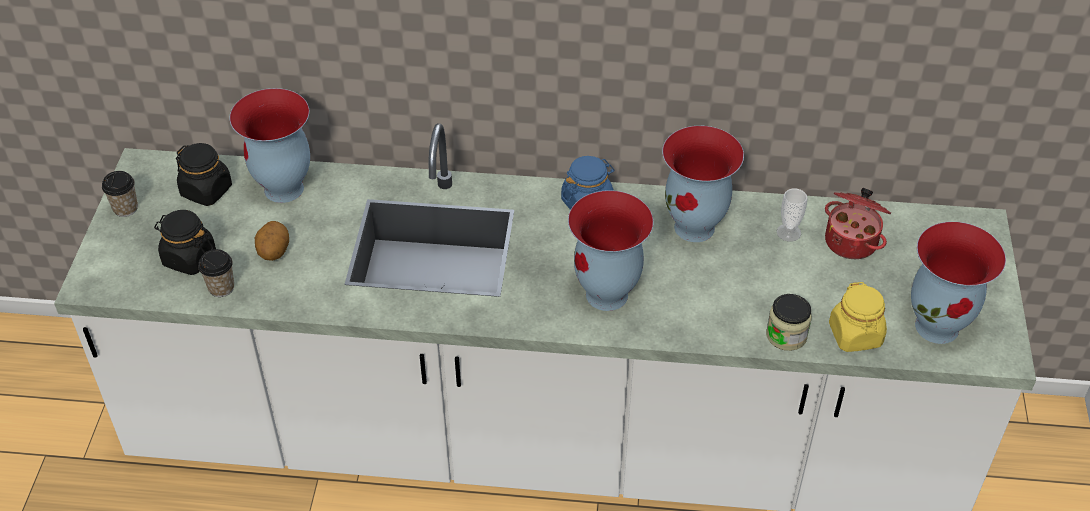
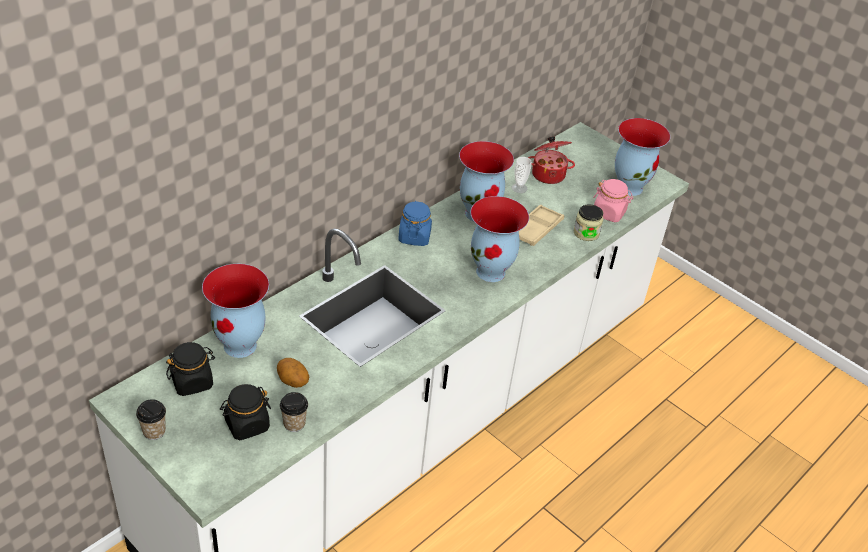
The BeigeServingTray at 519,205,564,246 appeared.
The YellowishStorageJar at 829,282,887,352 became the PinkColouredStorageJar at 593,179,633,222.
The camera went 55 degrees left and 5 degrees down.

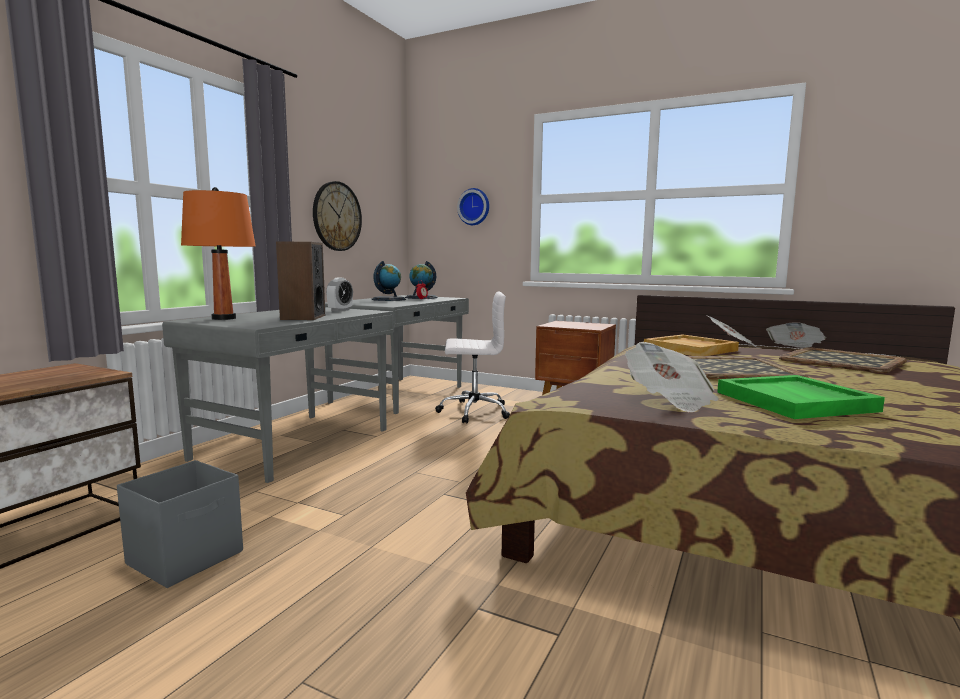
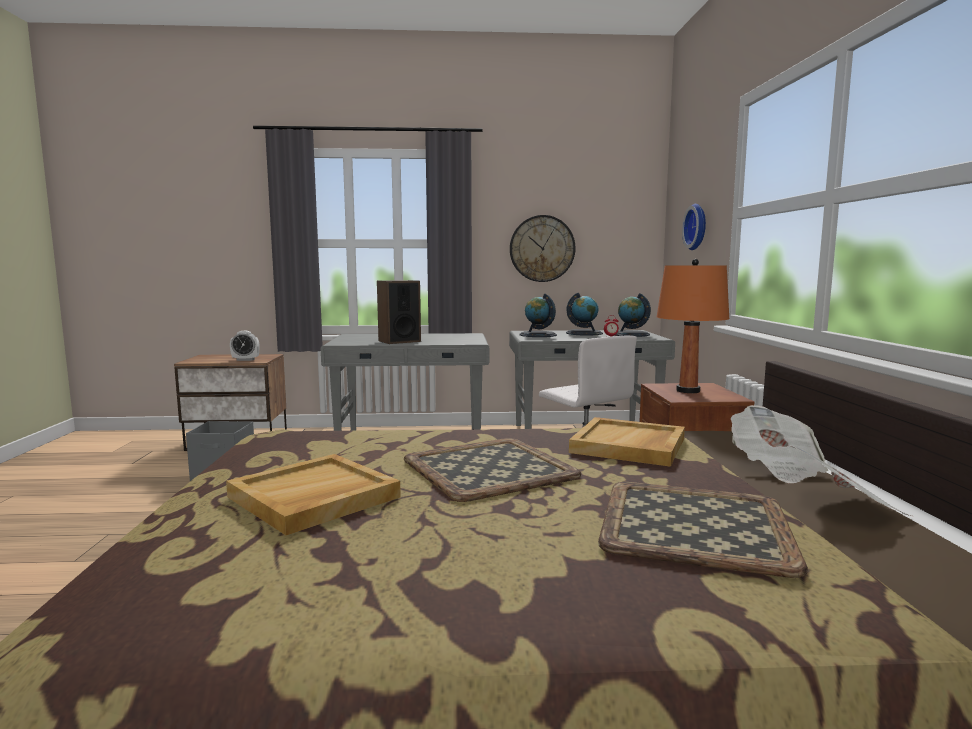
The PrintedPaper at 625,342,719,412 disappeared.
The Globe at 520,294,557,337 appeared.
The OrangeTableLamp moved from 181,187,255,320 to 657,259,729,393.
The TableClock moved from 326,278,353,312 to 230,331,259,361.
The GreenServingTray at 717,375,885,419 became the BeigeServingTray at 226,454,401,535.
The camera went 60 degrees right and 0 degrees up.

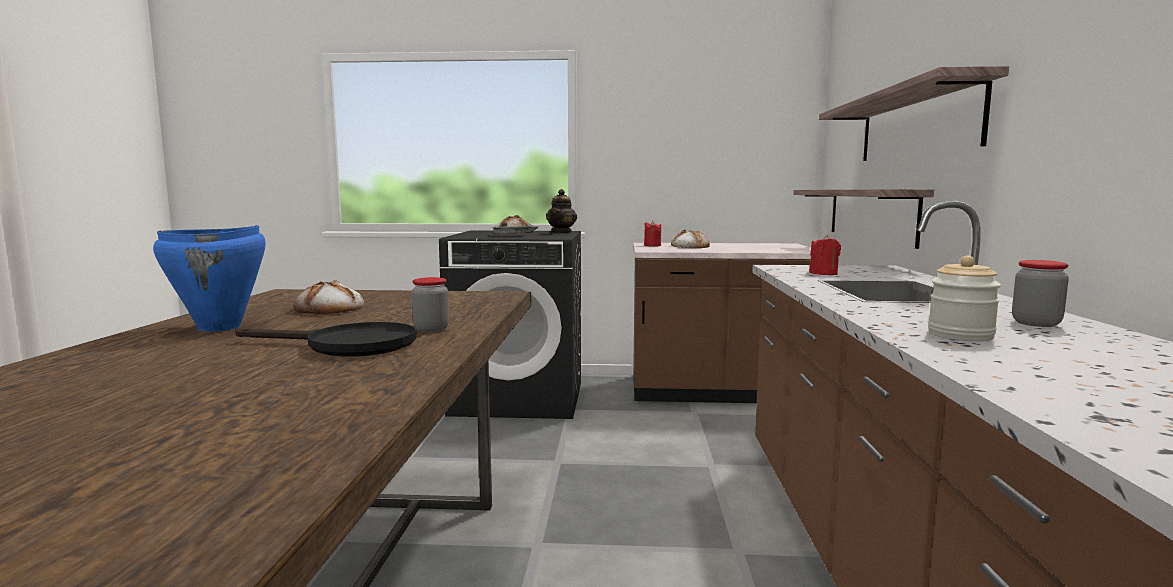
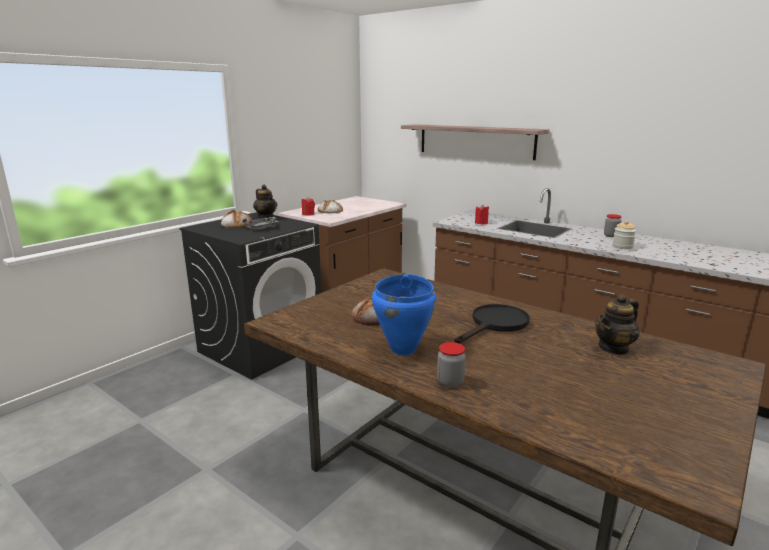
The Shelf at 793,189,934,249 disappeared.
The Teapot at 595,294,639,355 appeared.
The StorageJar moved from 412,277,449,332 to 437,342,466,388.
The camera went 55 degrees left and 10 degrees up.

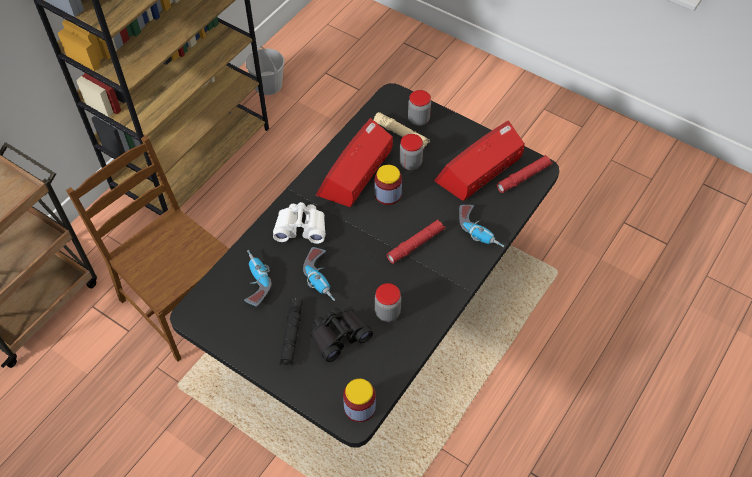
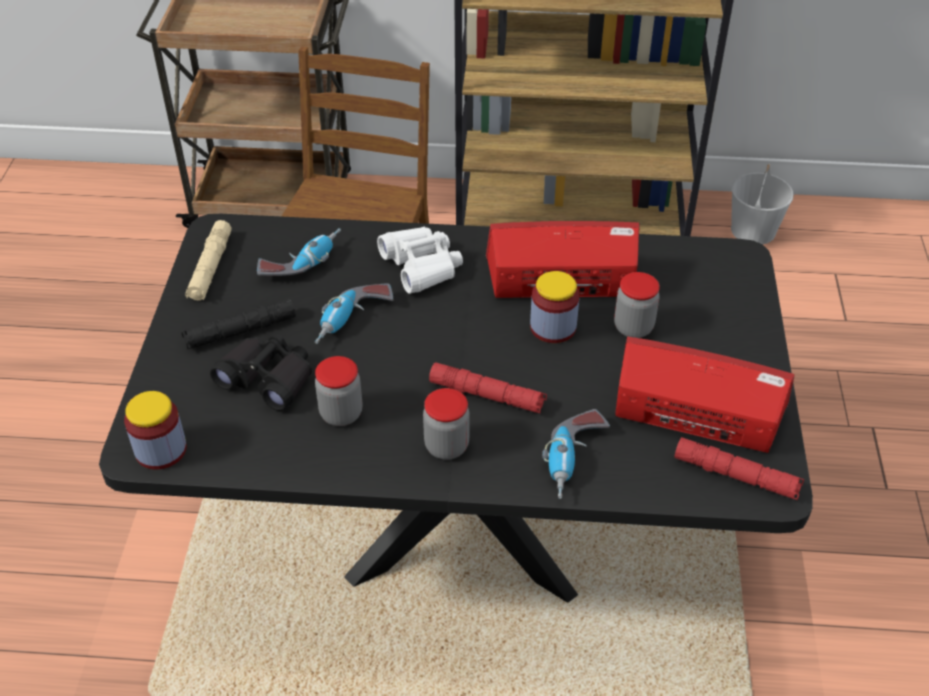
The BeigeFlashlight moved from 374,112,430,149 to 185,220,232,301.
The StorageJar moved from 408,90,431,126 to 423,388,470,460.
The camera went 60 degrees right and 10 degrees down.

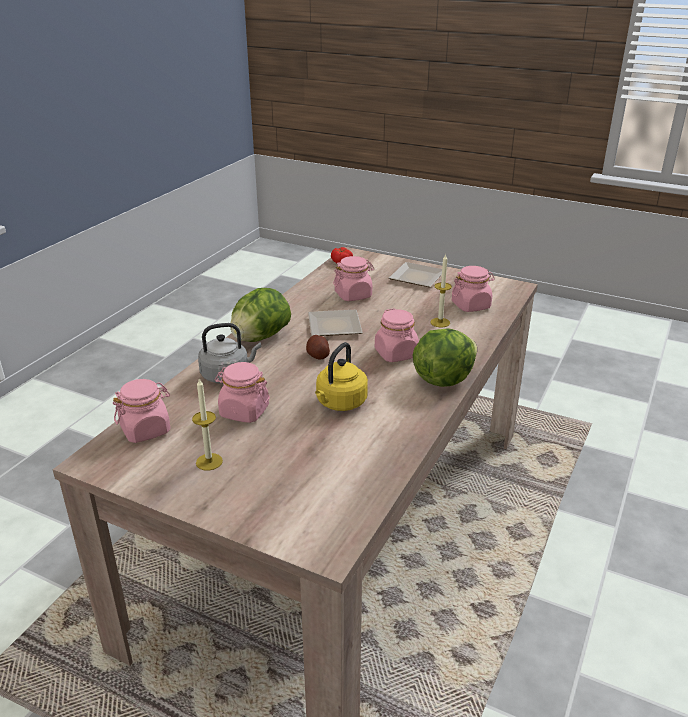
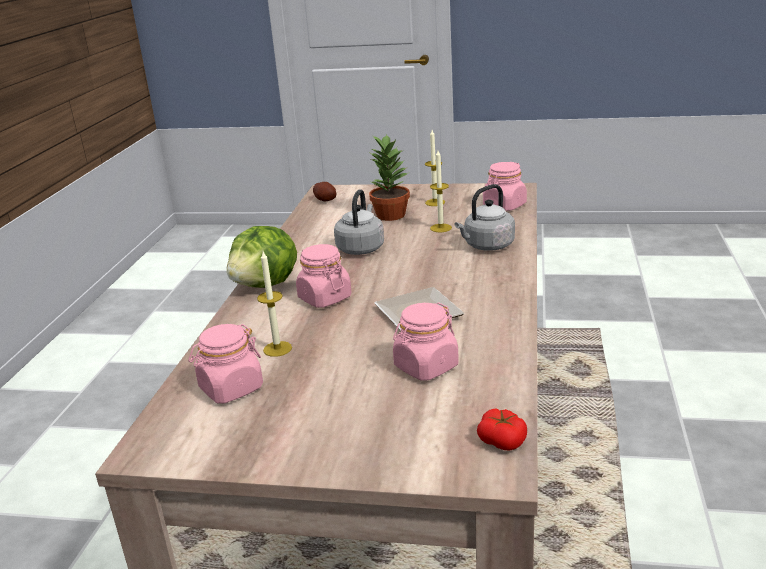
The LettuceHead at 230,288,291,342 disappeared.
The Plate at 389,262,442,287 disappeared.
The Houseplant at 369,135,410,221 appeared.
The Potato moved from 306,335,330,359 to 313,182,336,201.
The PinkColouredStorageJar at 215,362,270,423 was replaced by the WaxLight at 430,150,452,232.
The YellowishKettle at 315,342,368,411 became the GrayKettle at 334,189,384,255.
The camera went 165 degrees right and 5 degrees down.

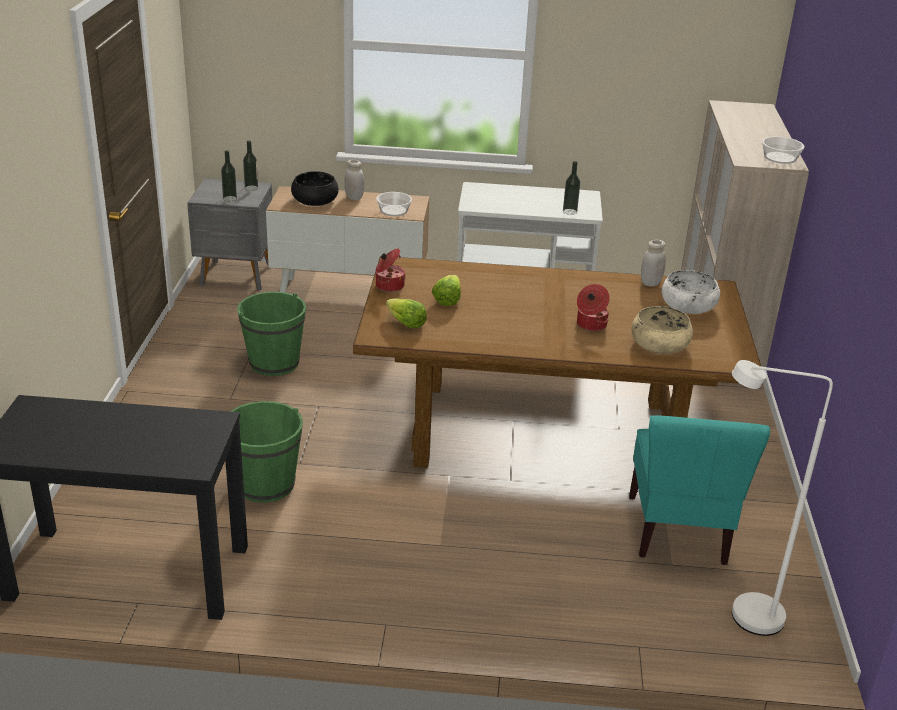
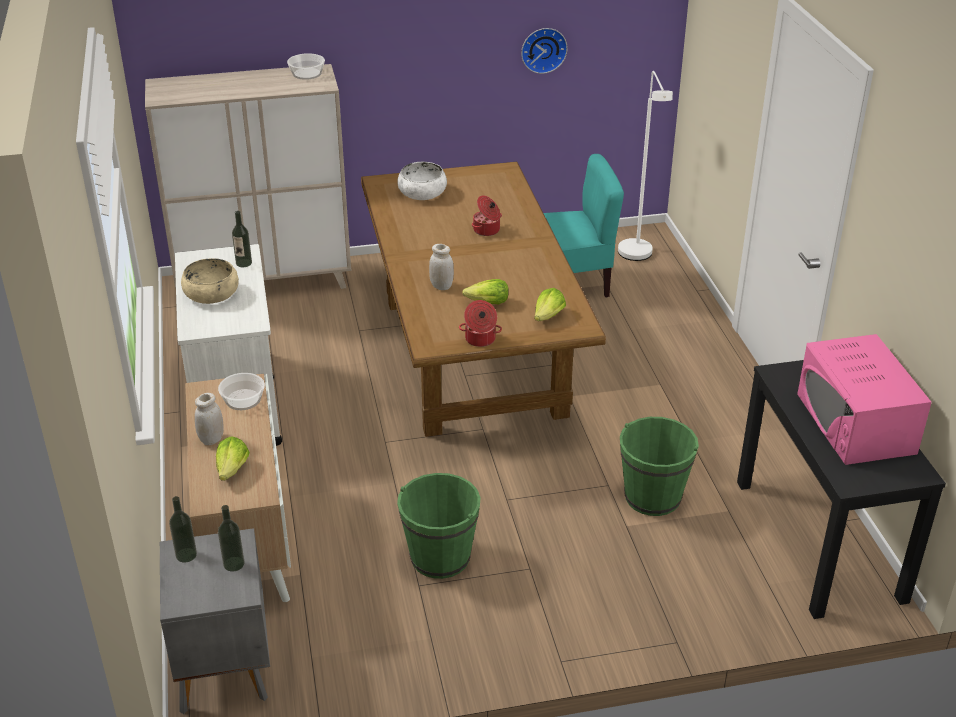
The WallClock at 521,28,568,74 appeared.
The PinkColouredMicrowaveOven at 797,334,932,465 appeared.
The BeigeDeepDish moved from 631,306,693,354 to 181,258,239,304.
The WhiteColouredStorageJar moved from 641,240,666,286 to 429,244,454,290.
The BlackDeepDish at 291,171,339,206 was replaced by the LettuceHead at 216,436,250,481.
The camera went 105 degrees left and 5 degrees up.

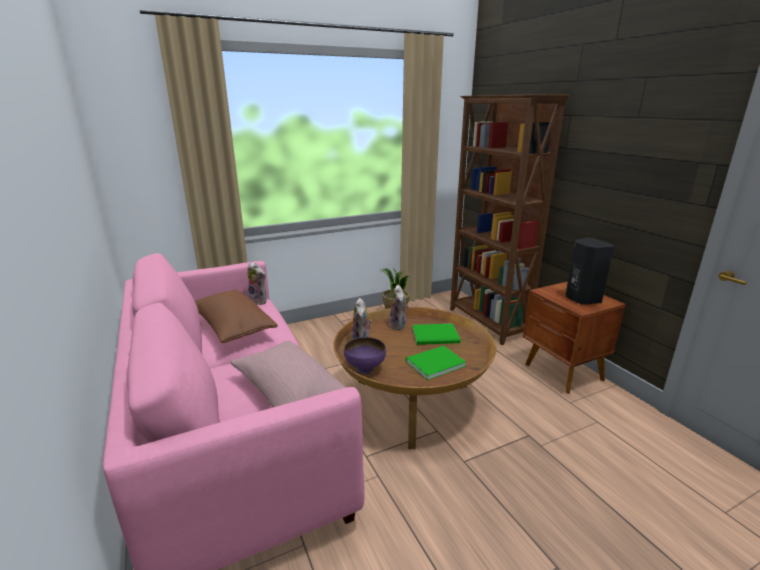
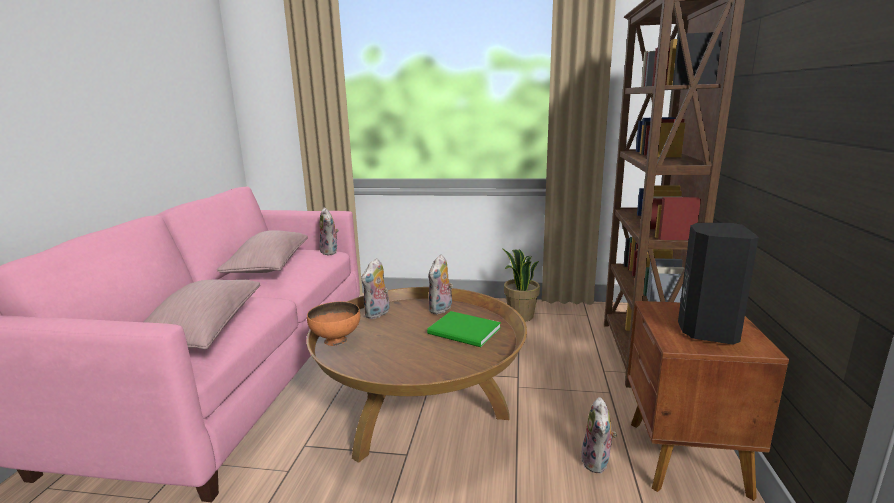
The GreenBoundBook at 406,346,466,380 disappeared.
The CuddlyToy at 581,397,617,473 appeared.
The BrownishThrowPillow at 195,290,278,343 became the PinkColouredThrowPillow at 217,230,308,273.
The PurpleColouredDeepDish at 344,337,386,374 became the OrangeDeepDish at 307,301,360,346.
The camera went 35 degrees right and 5 degrees down.

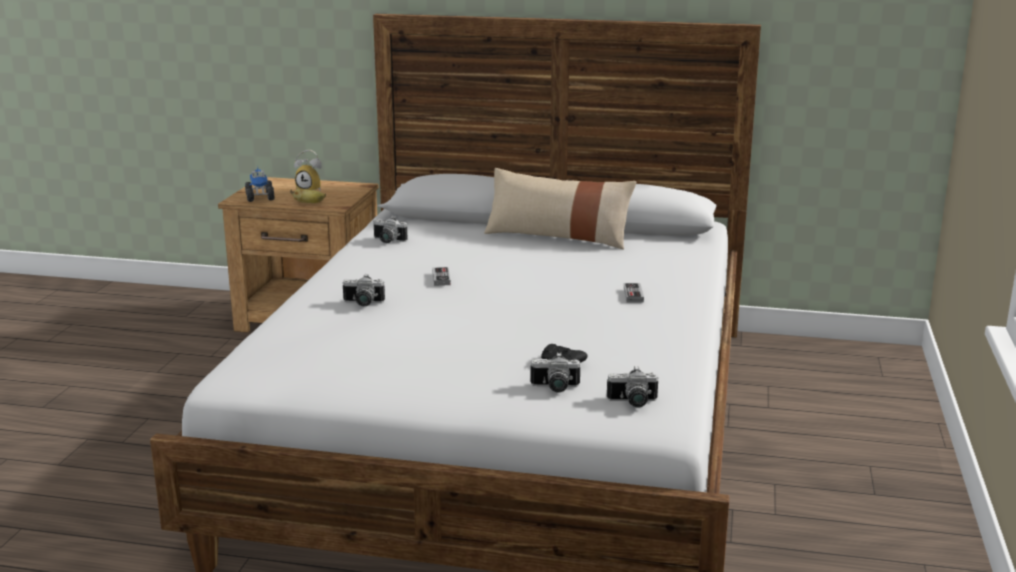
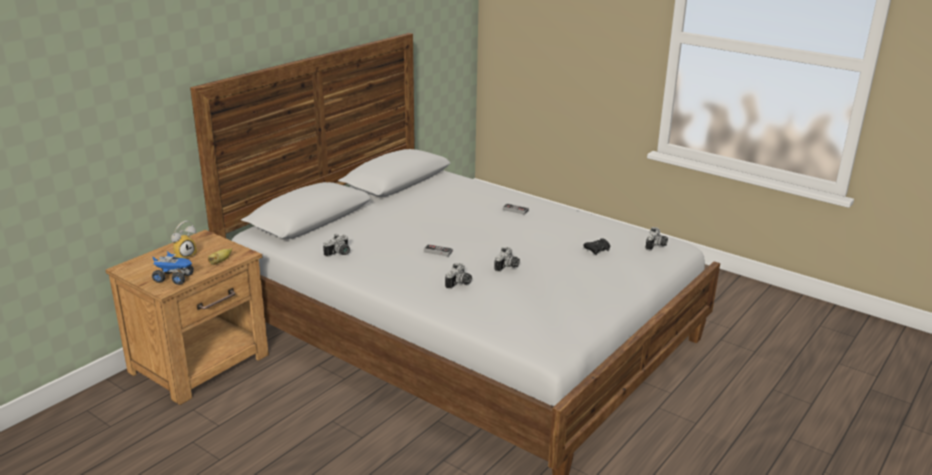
The BeigeThrowPillow at 484,168,636,250 disappeared.
The StillCamera moved from 530,352,580,393 to 494,247,520,272.
The camera went 65 degrees left and 5 degrees up.

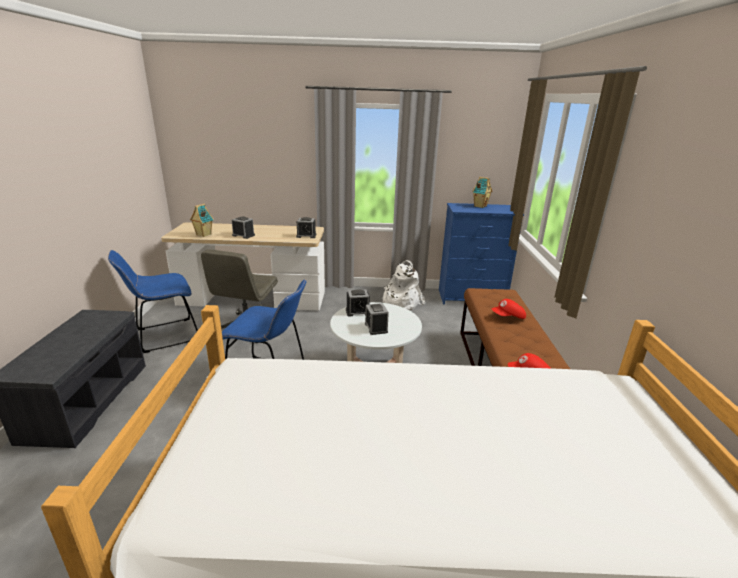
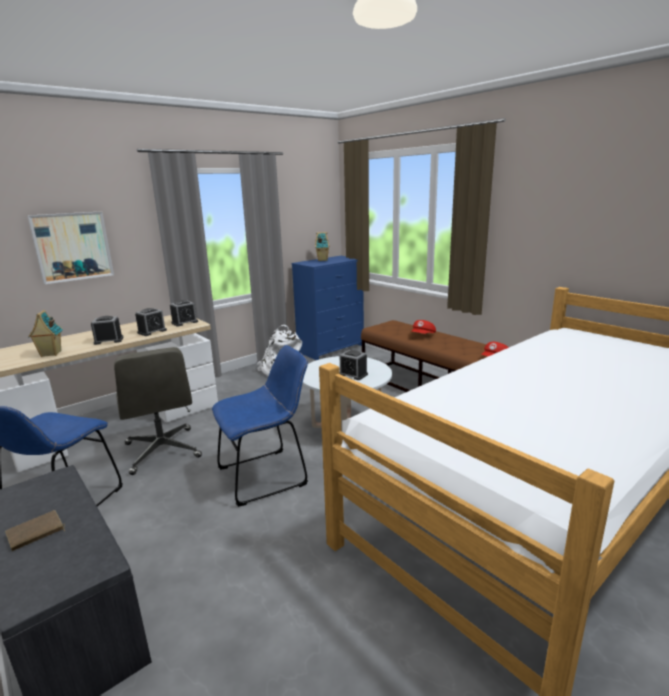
The BrownishBoundBook at 5,510,65,551 appeared.
The WallPicture at 27,211,114,284 appeared.
The TableClock moved from 346,289,370,316 to 135,308,167,336.
The camera went 40 degrees left and 5 degrees down.

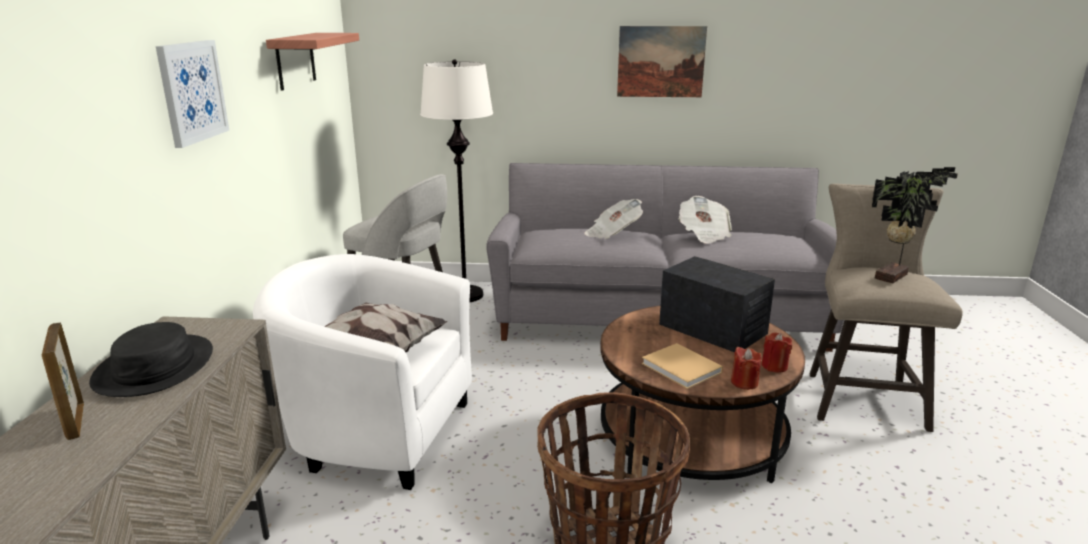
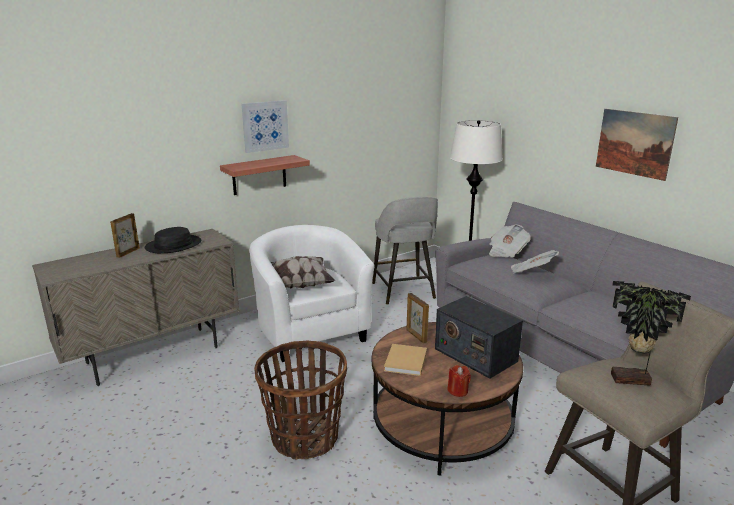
The ReddishWaxLight at 731,347,761,390 disappeared.
The PhotoFrame at 406,293,429,343 appeared.
The Shelf moved from 266,33,359,91 to 220,155,310,195.
The PrintedPaper moved from 679,196,732,244 to 489,225,531,258.
The Radio at 659,256,775,352 turned 135 degrees clockwise.
The camera went 50 degrees right and 0 degrees up.

